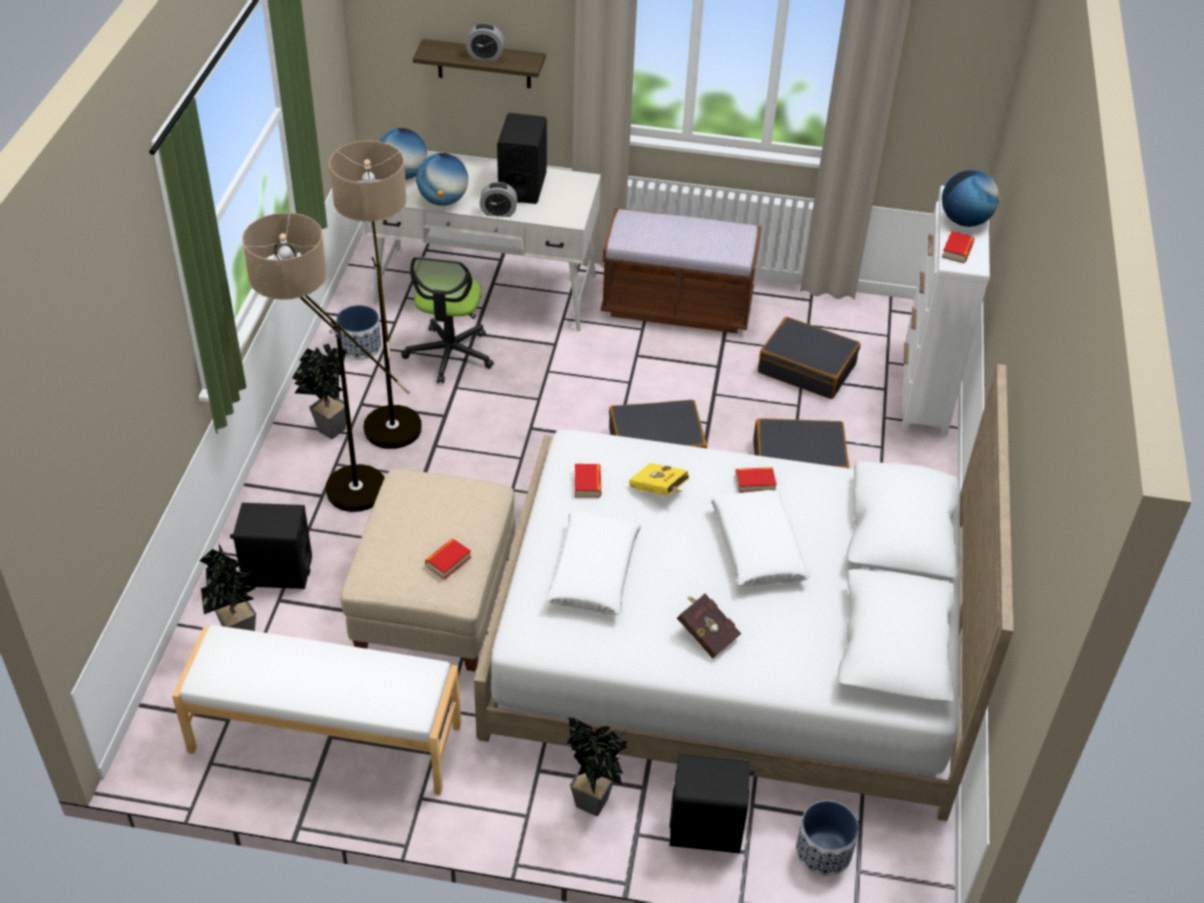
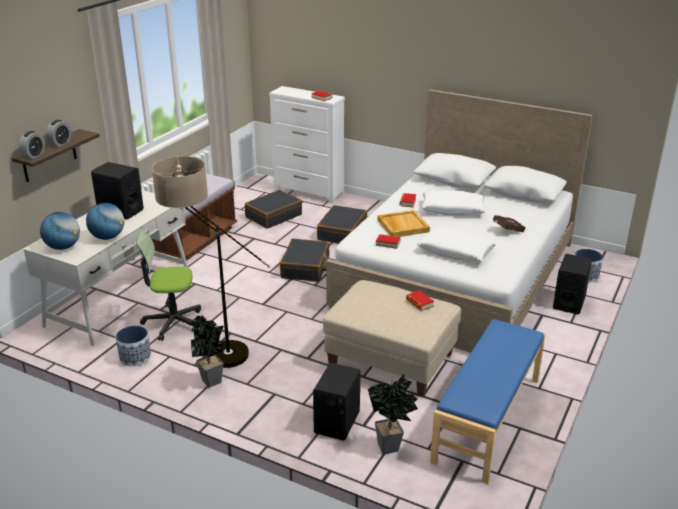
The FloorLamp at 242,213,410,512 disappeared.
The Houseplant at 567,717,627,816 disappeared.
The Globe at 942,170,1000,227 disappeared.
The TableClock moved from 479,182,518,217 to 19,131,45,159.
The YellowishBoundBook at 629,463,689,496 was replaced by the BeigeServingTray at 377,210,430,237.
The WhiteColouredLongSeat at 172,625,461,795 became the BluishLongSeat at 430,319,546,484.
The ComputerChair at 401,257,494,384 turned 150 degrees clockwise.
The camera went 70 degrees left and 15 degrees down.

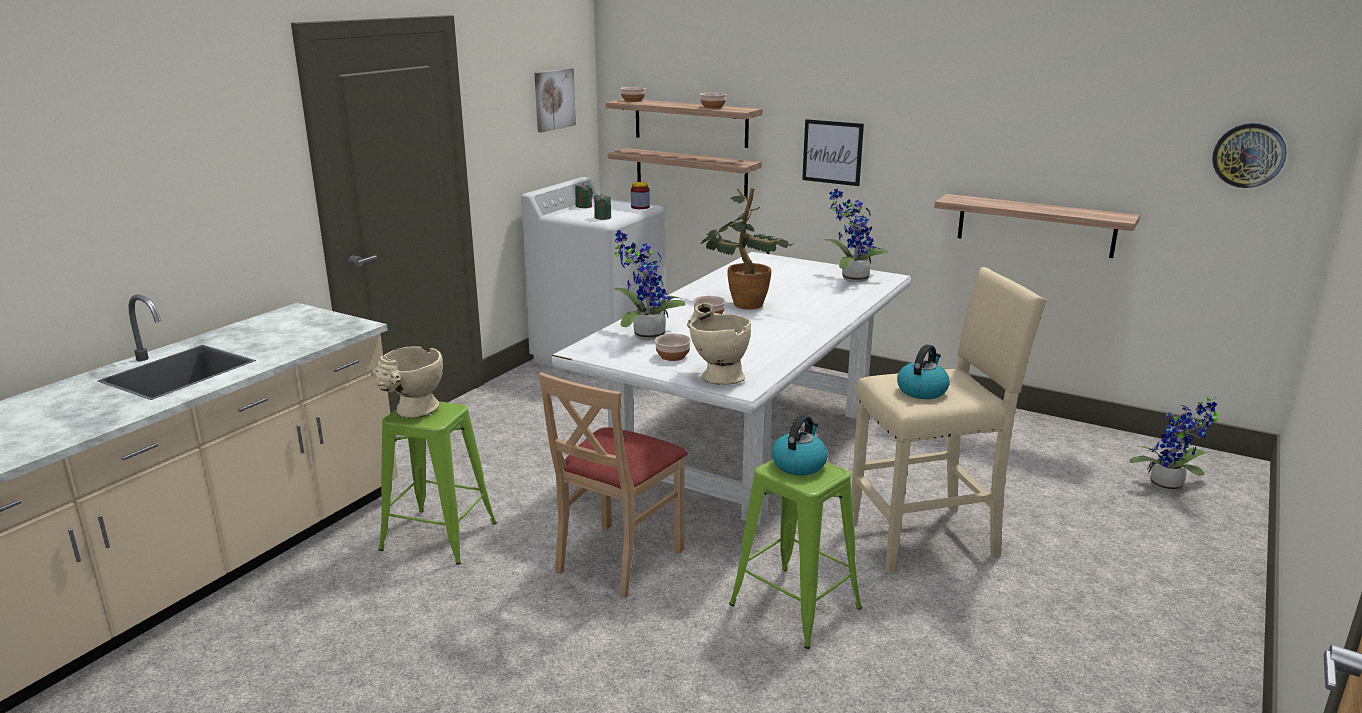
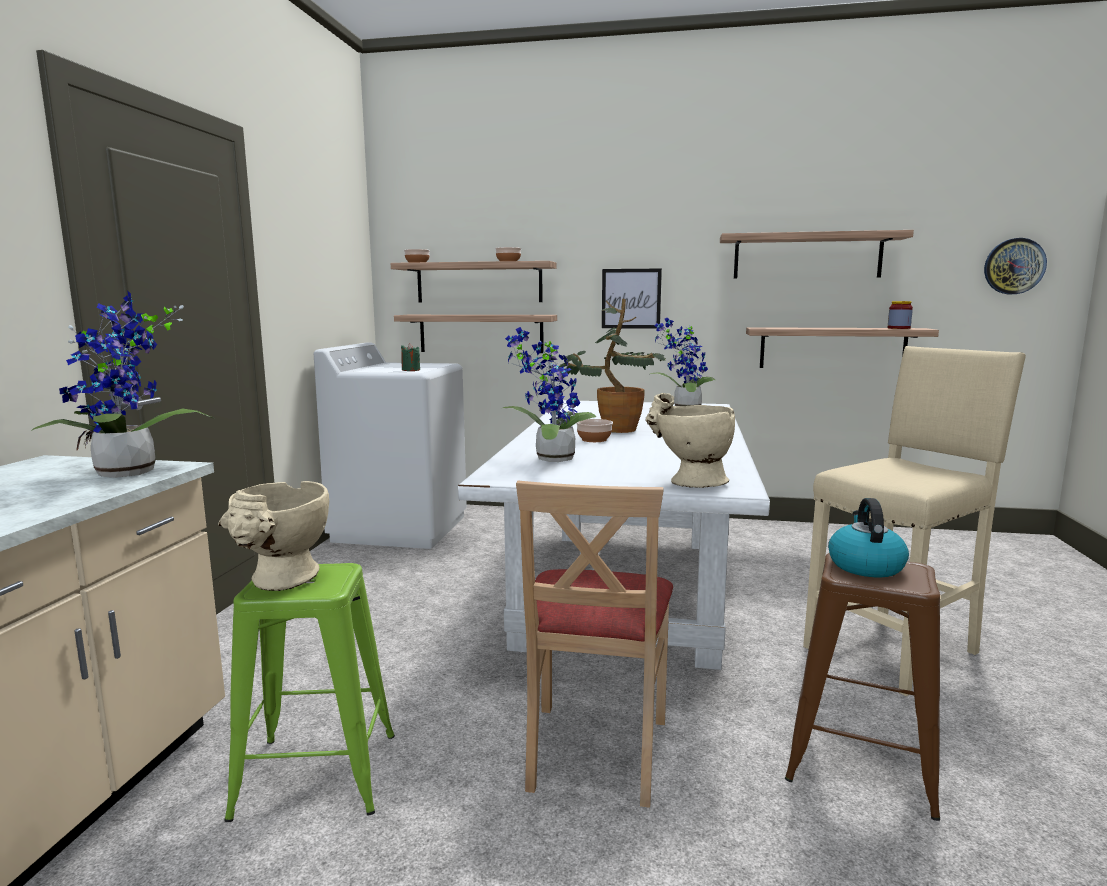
The WallPicture at 534,68,576,132 disappeared.
The GreenWaxLight at 575,183,593,208 disappeared.
The DeepDish at 655,334,691,361 disappeared.
The Kettle at 897,344,950,399 disappeared.
The Shelf at 720,230,914,279 appeared.
The StorageJar moved from 631,182,650,209 to 888,301,913,329.
The Houseplant moved from 1129,395,1218,492 to 31,290,214,478.
The GreenSittingStool at 729,460,862,649 became the BrownishSittingStool at 785,553,940,821.
The camera went 20 degrees left and 10 degrees down.

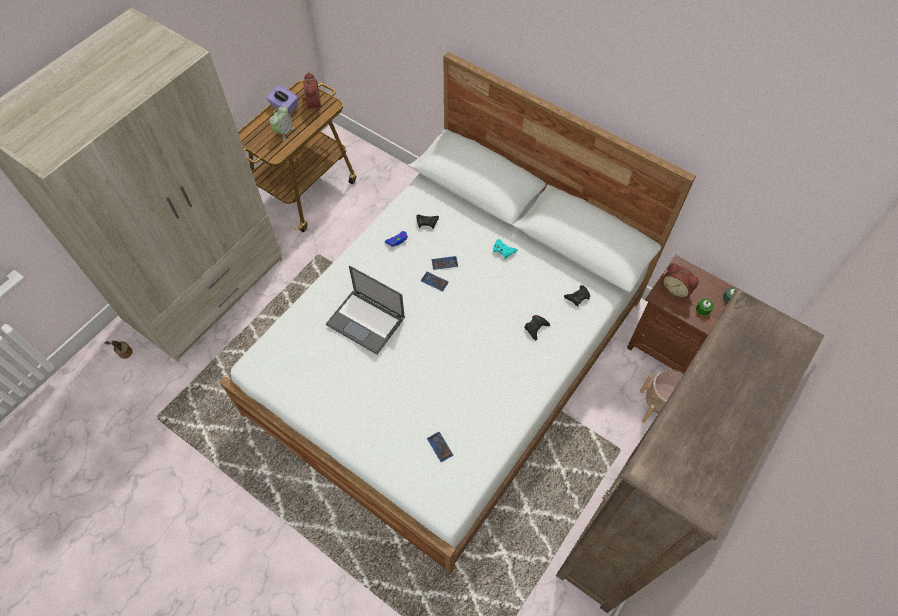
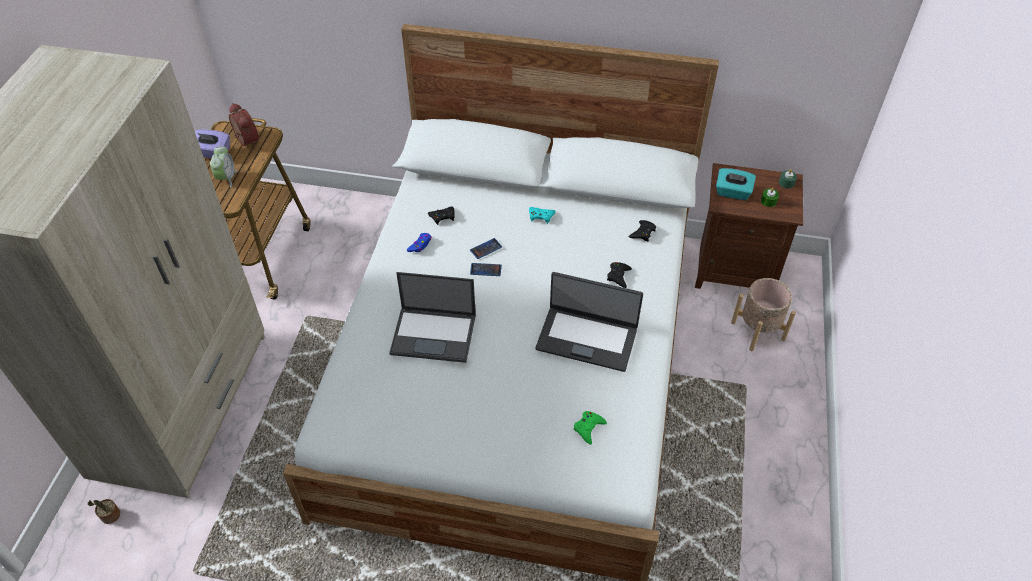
The BrownishBookshelf at 556,289,825,613 disappeared.
The NotebookComputer at 535,272,643,372 appeared.
The Phone at 427,432,453,462 was replaced by the GreenGameController at 574,411,607,445.
The TableClock at 661,263,699,299 was replaced by the BlueGreenTissueHolder at 716,168,756,201.
The camera went 25 degrees left and 10 degrees down.

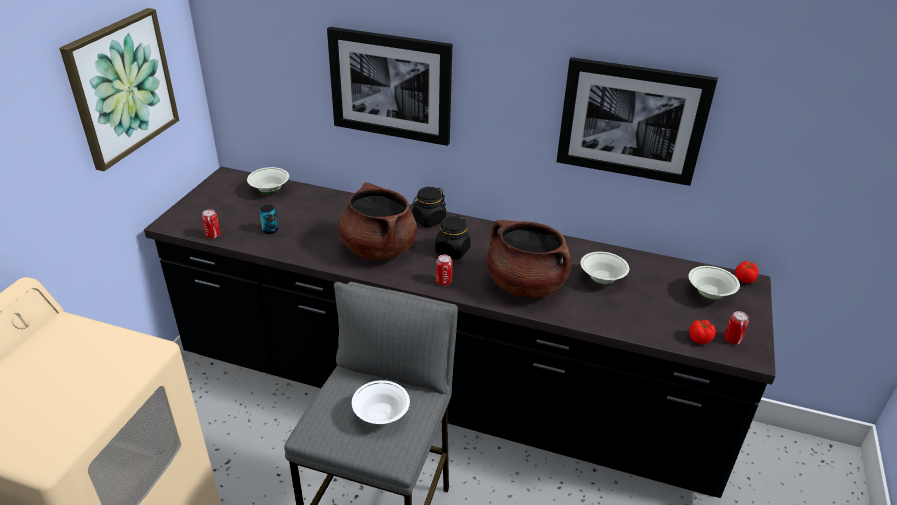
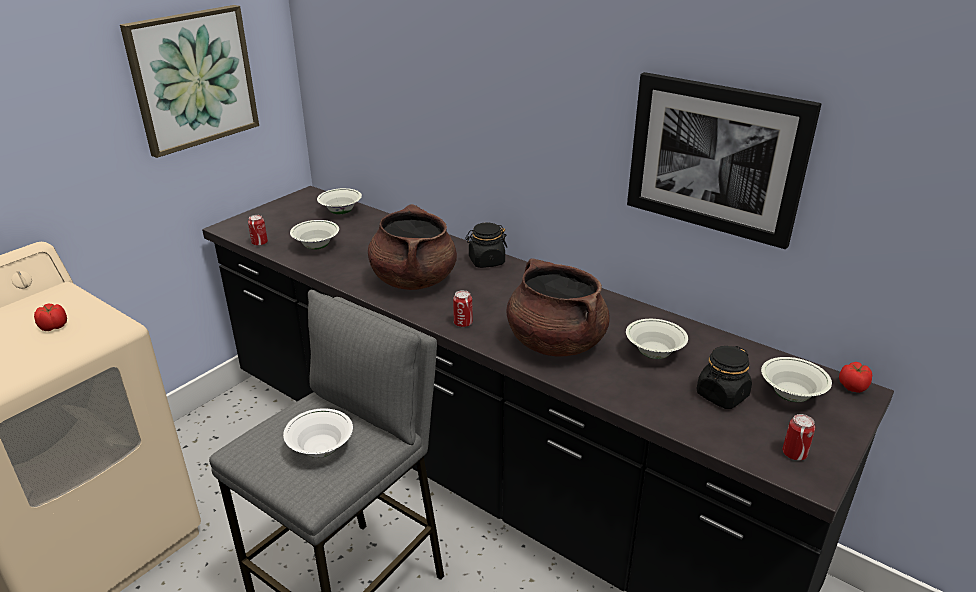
The WallPicture at 327,27,453,146 disappeared.
The BlackStorageJar moved from 435,215,471,260 to 697,346,752,409.
The Tomato moved from 689,320,716,345 to 34,304,67,331.
The MetalCan at 260,205,278,234 was replaced by the WhiteColouredDeepDish at 290,220,339,249.
The camera went 20 degrees right and 5 degrees down.

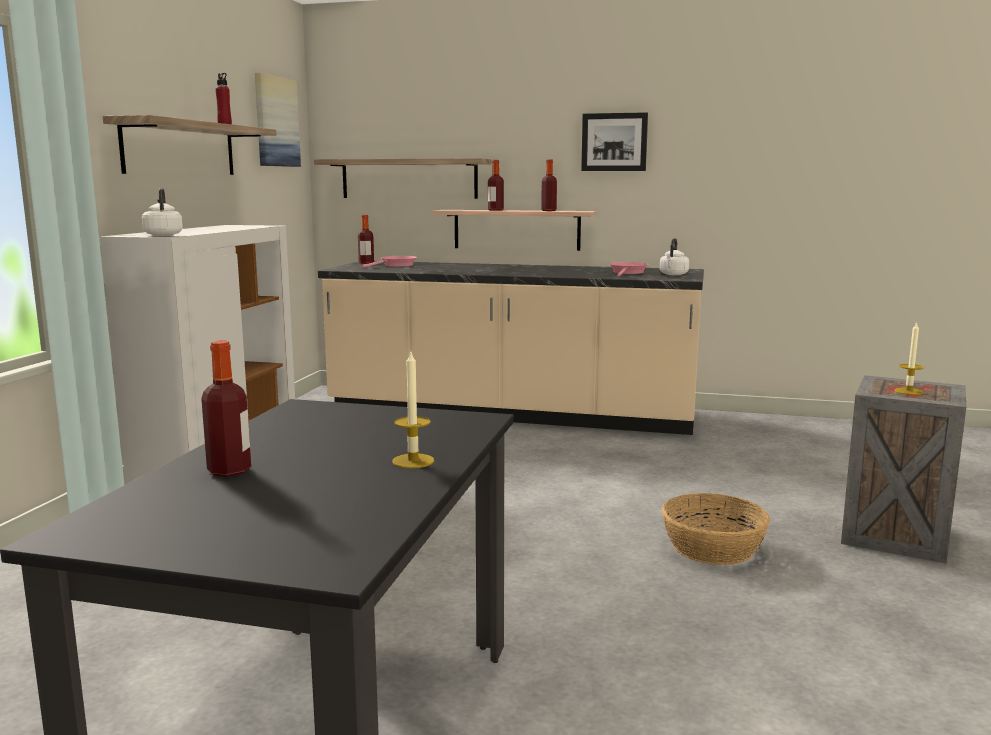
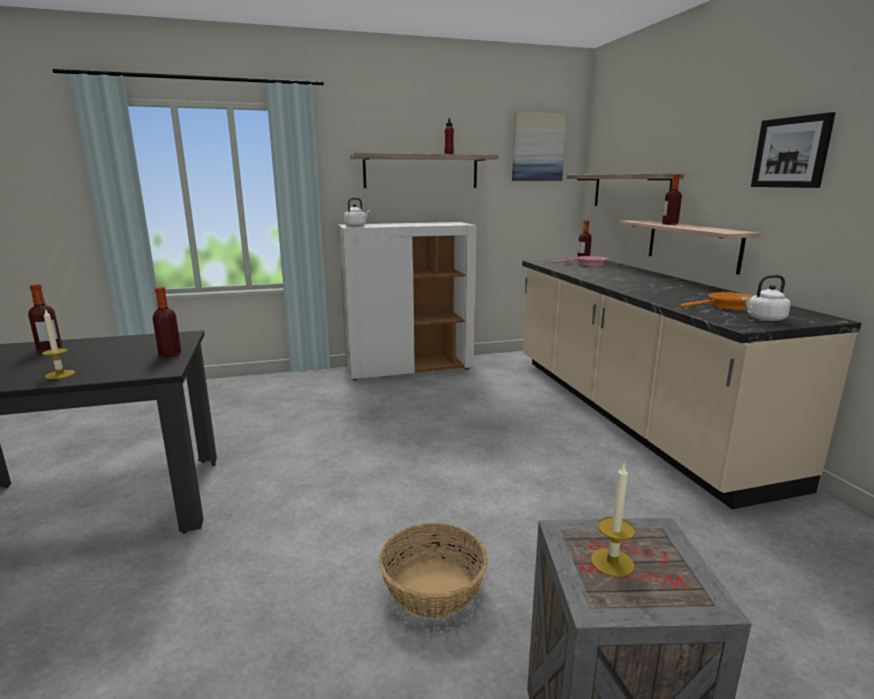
The Bottle moved from 541,159,557,211 to 153,287,181,357.
The PinkColouredSkillet at 609,262,649,277 became the OrangeSkillet at 680,292,753,310.
The camera went 60 degrees right and 5 degrees up.

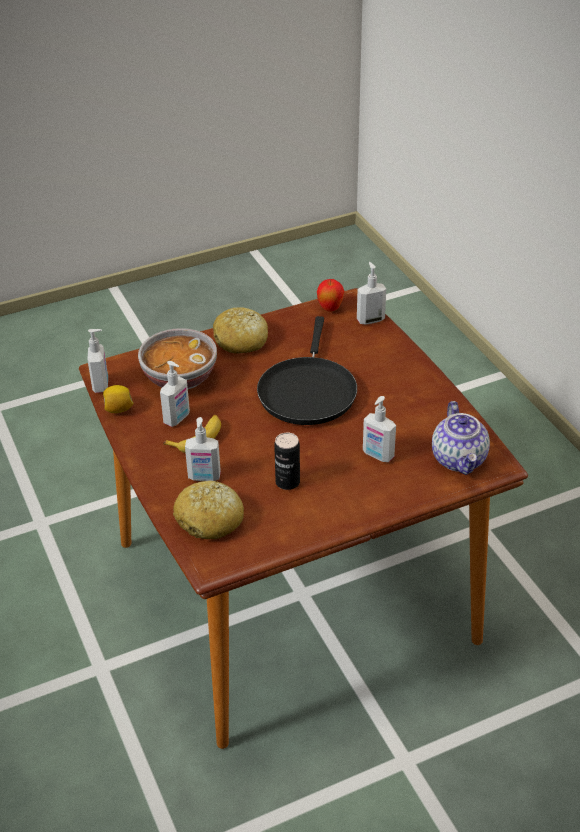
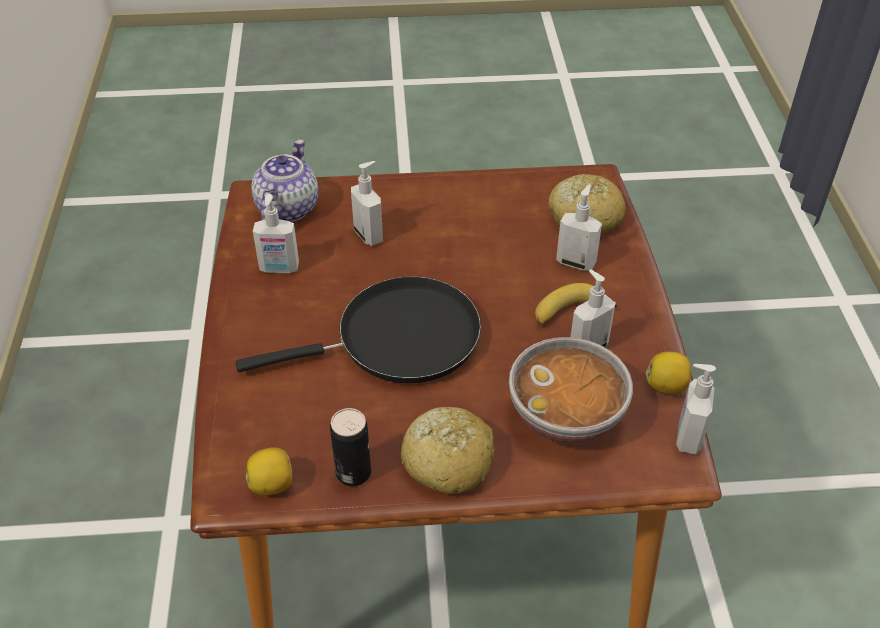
The MetalCan moved from 274,433,300,490 to 330,408,371,486.
The LiquidSoapBottle moved from 357,262,386,325 to 253,194,299,273.
The WholeApple at 317,279,344,312 was replaced by the WholeLemon at 246,447,292,495.
The BlackSkillet at 257,316,357,425 turned 45 degrees clockwise.
The camera went 160 degrees left and 5 degrees up.

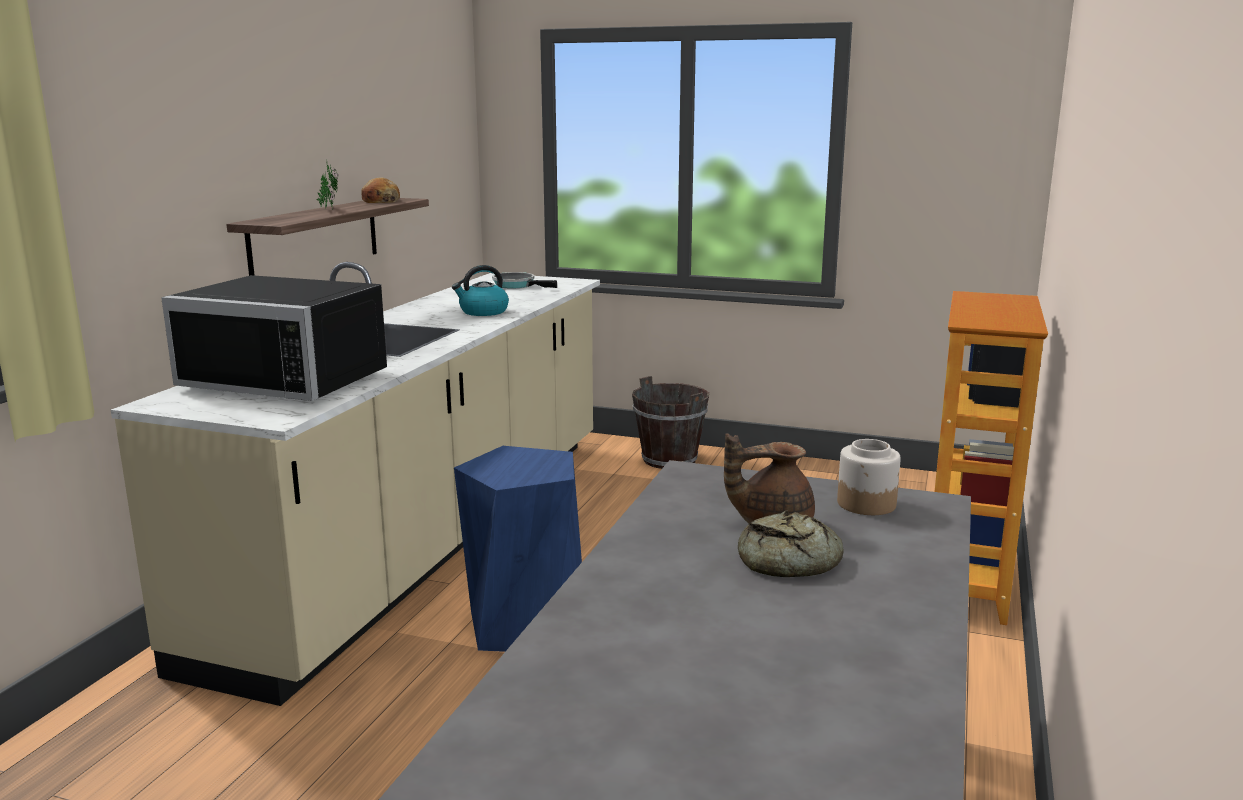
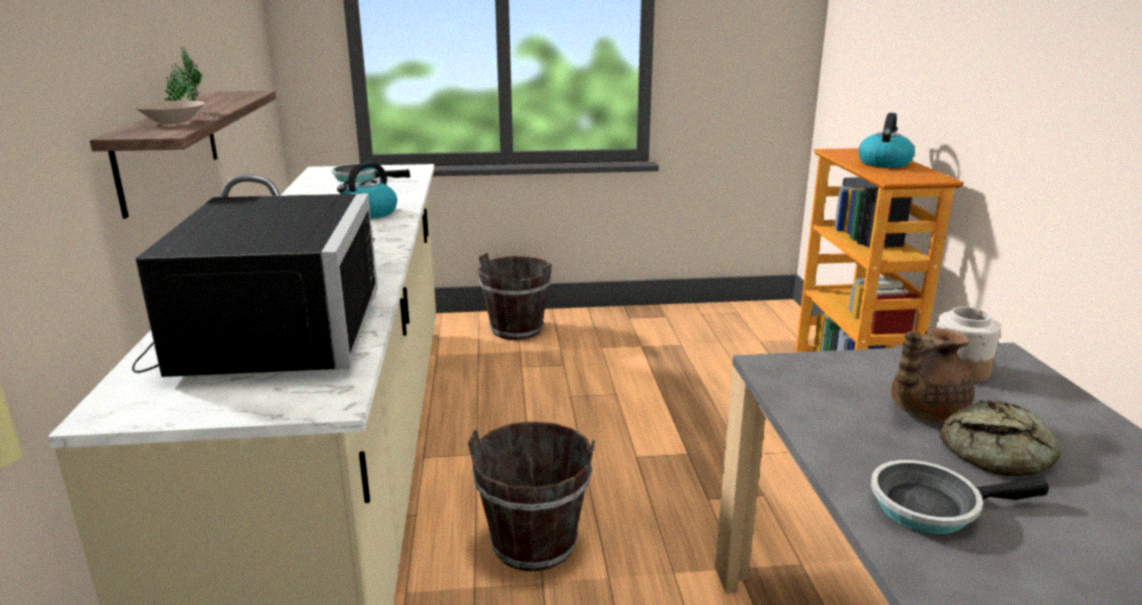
The BakeryBread at 361,178,400,203 disappeared.
The BeigeDeepDish at 134,100,205,124 appeared.
The Kettle at 859,113,915,168 appeared.
The Skillet at 871,460,1049,534 appeared.
The BluishSittingStool at 454,446,582,652 was replaced by the BrownishBucket at 468,421,595,572.
The BlackMicrowaveOven at 161,275,387,401 turned 90 degrees counterclockwise.
The camera went 25 degrees left and 5 degrees up.

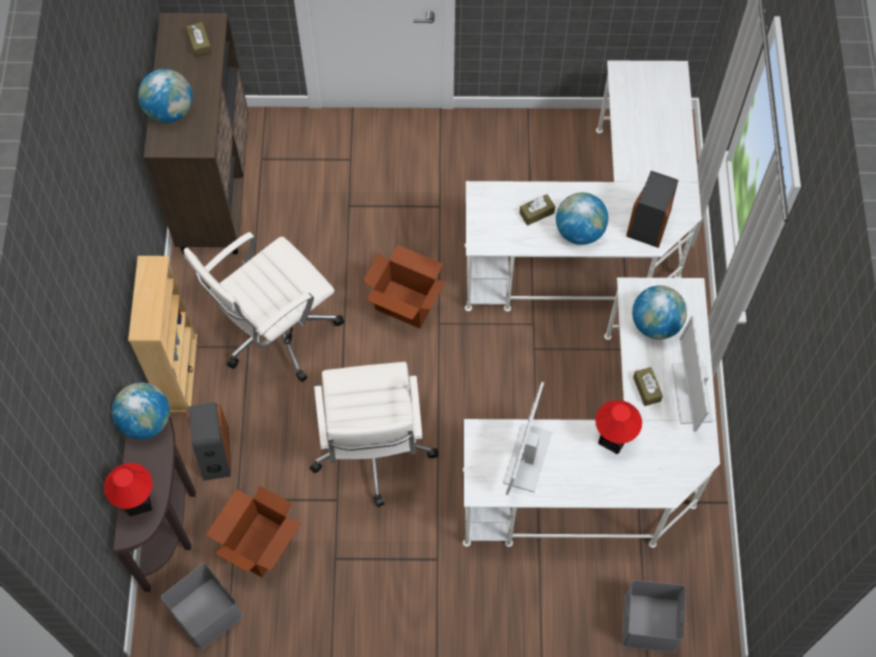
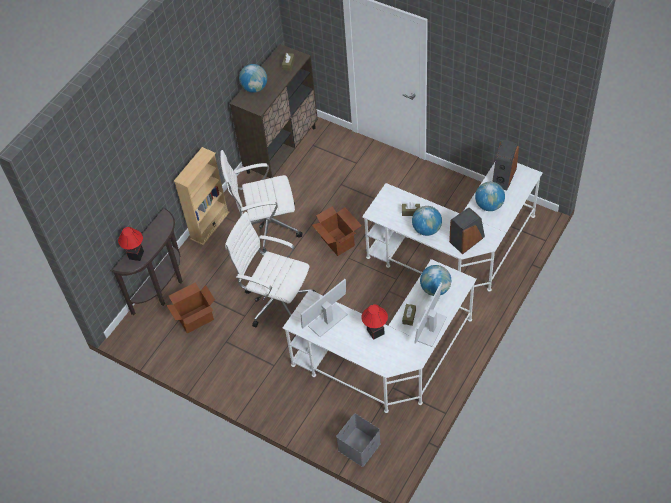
The GrayStorageContainer at 161,563,243,650 disappeared.
The Globe moved from 112,383,170,439 to 475,182,505,211.
The AudioSpeaker moved from 186,402,231,481 to 492,139,519,190.
The WhiteColouredComputerChair at 310,362,439,507 turned 90 degrees clockwise.
The camera went 35 degrees right and 10 degrees down.

